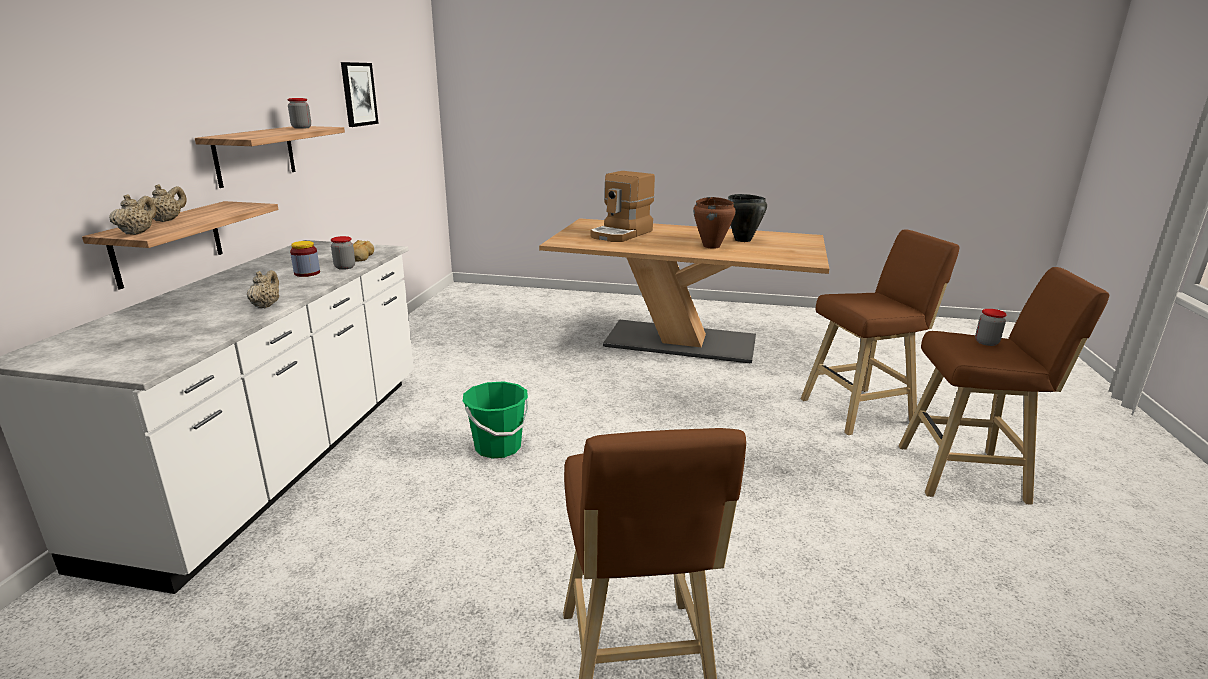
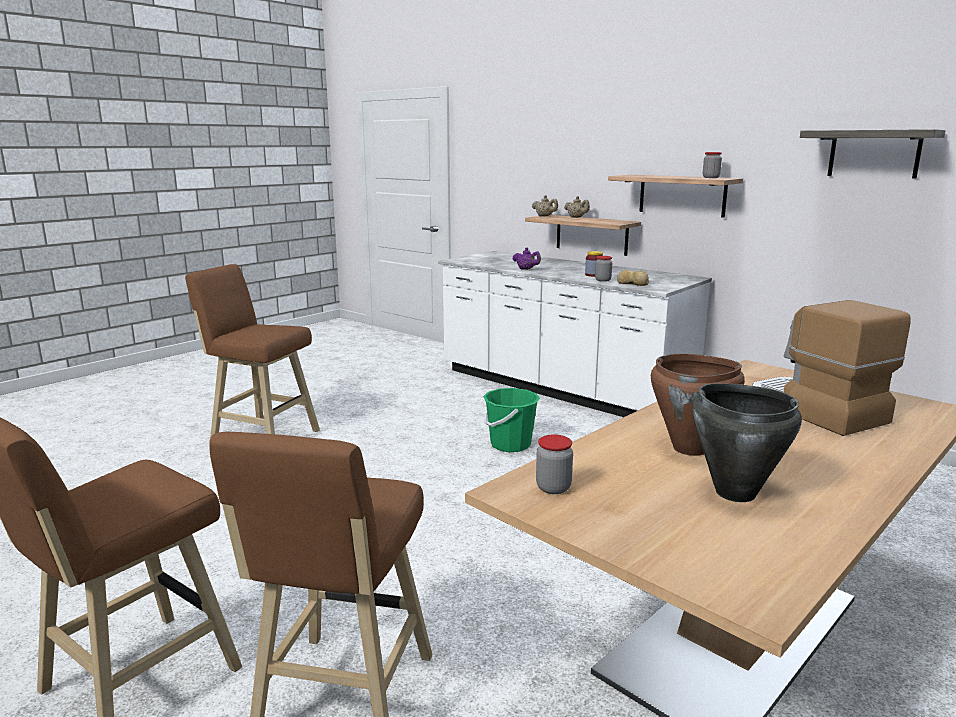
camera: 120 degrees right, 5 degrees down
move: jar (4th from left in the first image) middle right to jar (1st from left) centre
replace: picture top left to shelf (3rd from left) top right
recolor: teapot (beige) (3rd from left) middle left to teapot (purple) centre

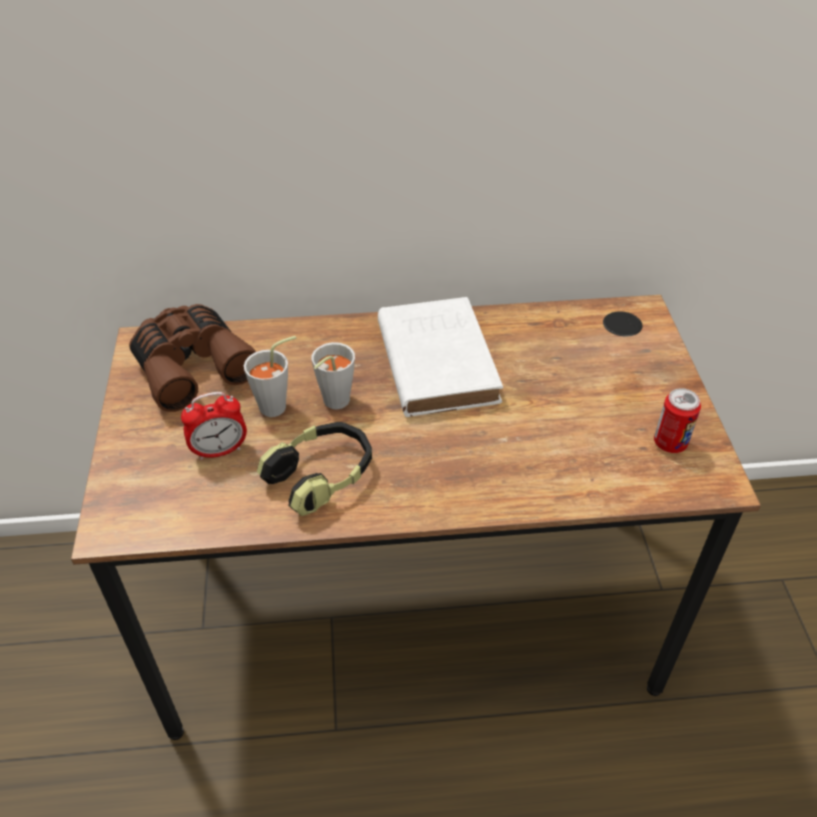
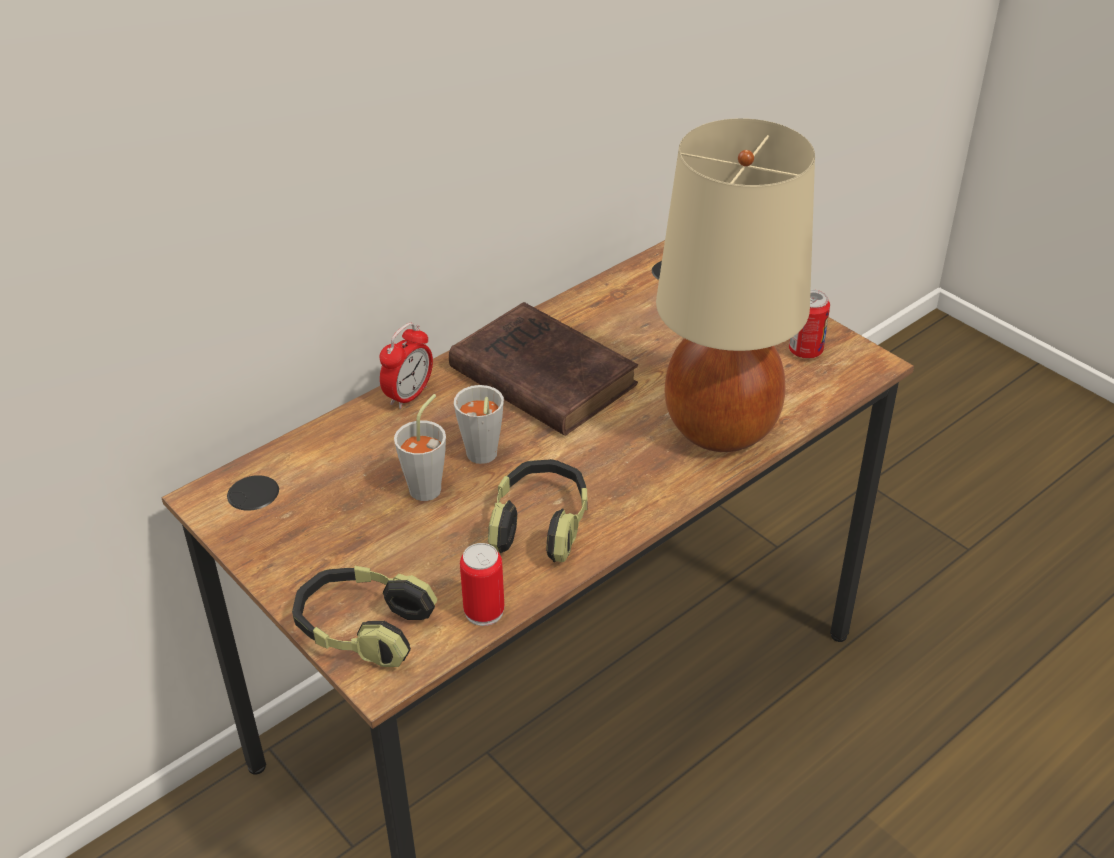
camera: 35 degrees left, 5 degrees down
delete: binoculars (brown) middle left
insert: headphones (1st from left) bottom left; can (1st from left) bottom centre; table lamp (beige) top centre
move: alarm clock middle left to centre
recolor: book (white) centre to book (brown) centre

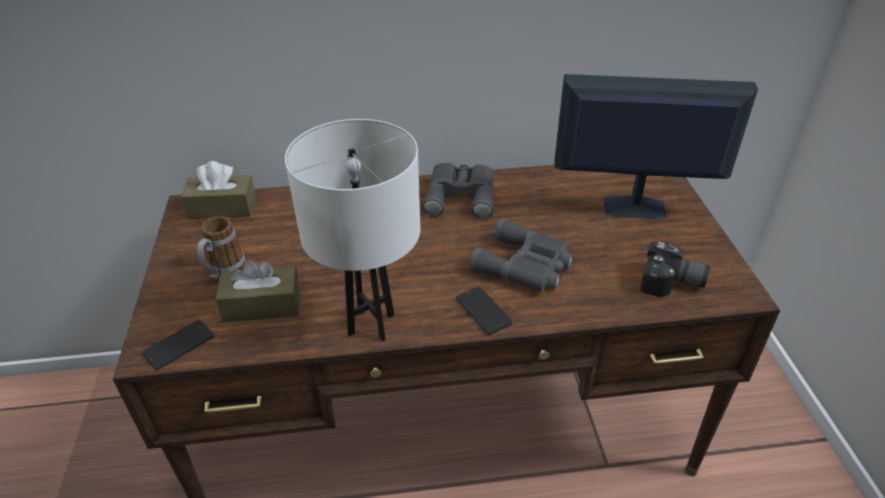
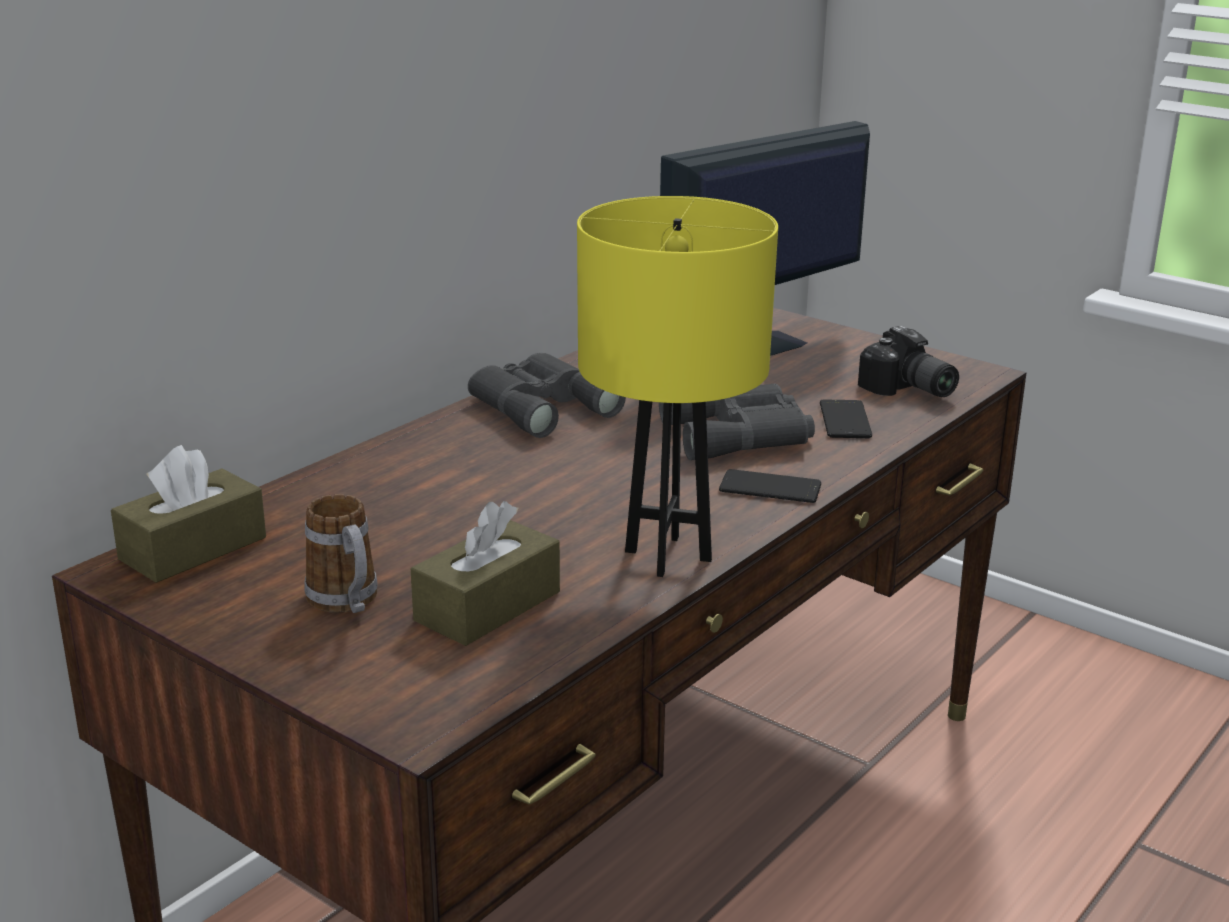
camera: 45 degrees left, 15 degrees down
move: phone (1st from left in the first image) bottom left to phone (2nd from left) middle right
recolor: table lamp (white) centre to table lamp (yellow) centre
rotate: photo camera middle right = middle right 75 degrees clockwise

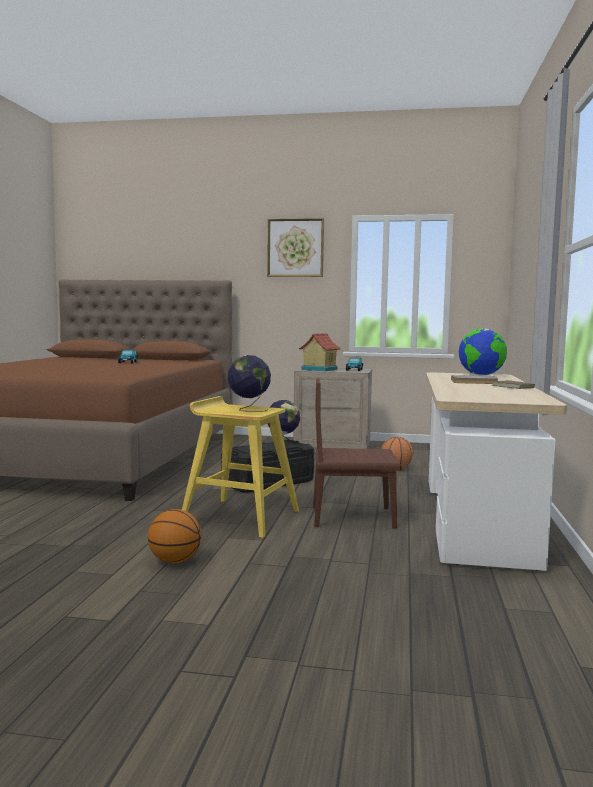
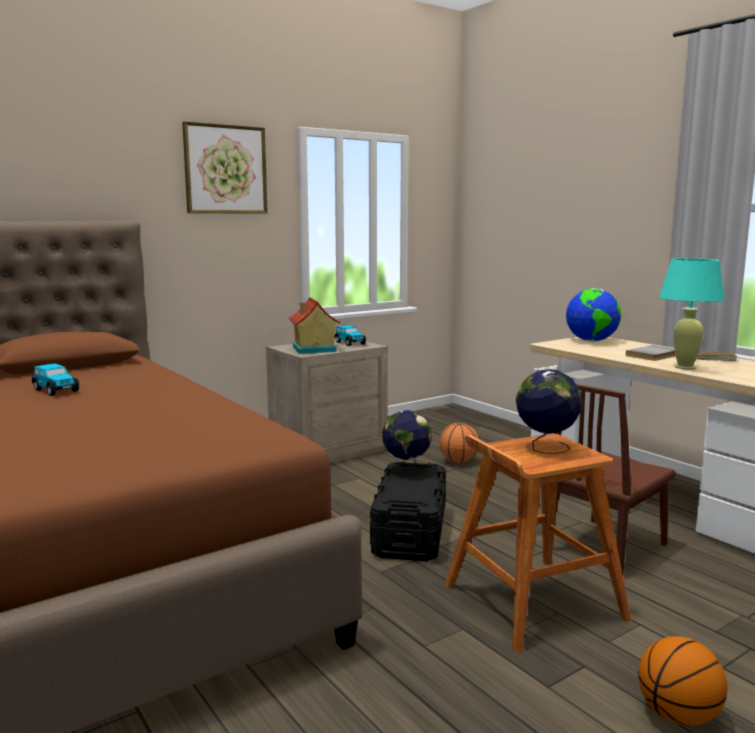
camera: 45 degrees left, 5 degrees up
insert: table lamp (turquoise) middle right
recolor: stool (yellow) centre to stool (brown) bottom right

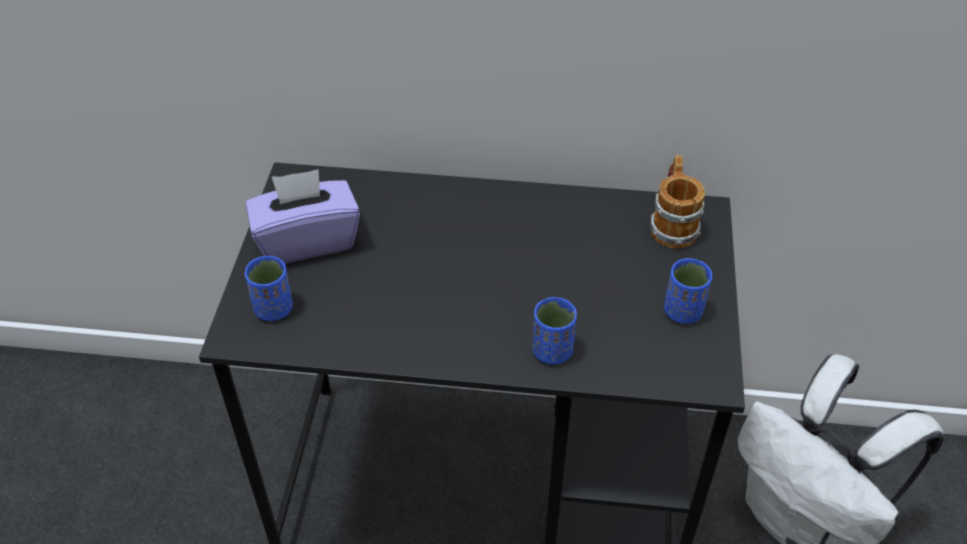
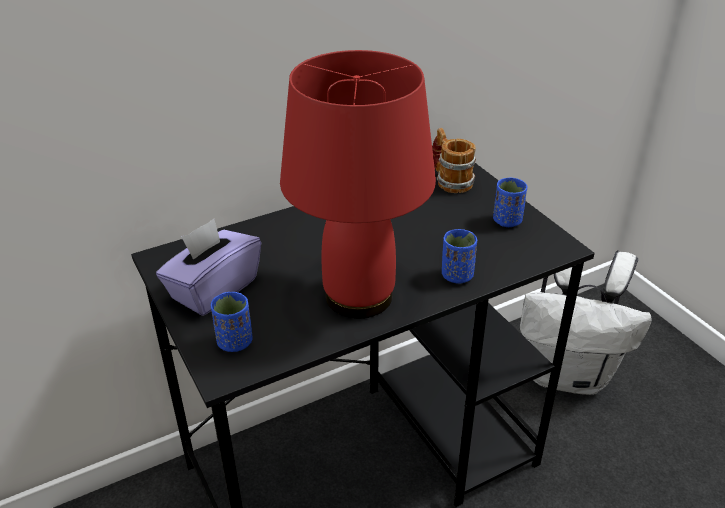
camera: 35 degrees left, 10 degrees down
insert: table lamp (red) centre

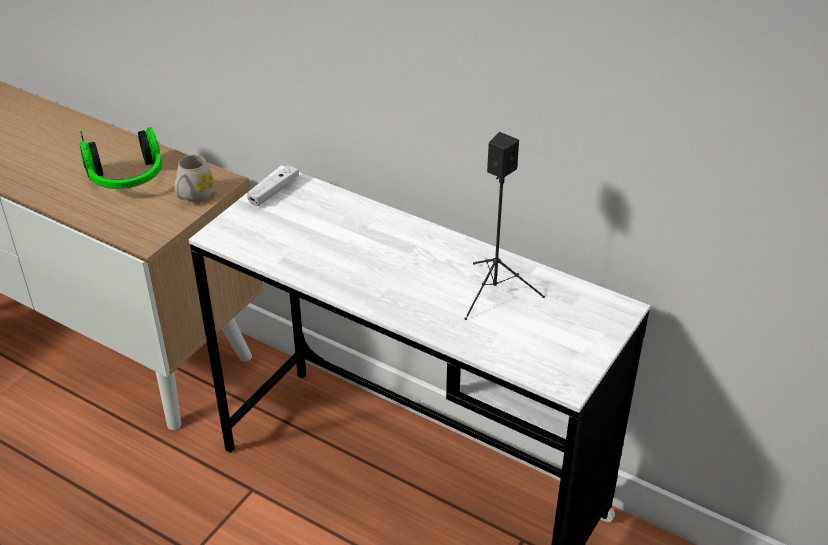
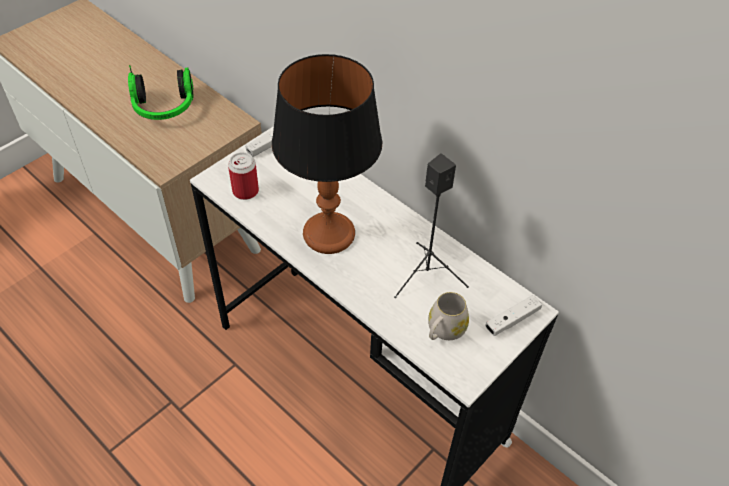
camera: 10 degrees right, 10 degrees up
insert: can centre; table lamp top centre; game controller (white) (2nd from left) middle right
move: mug (white) top left to centre

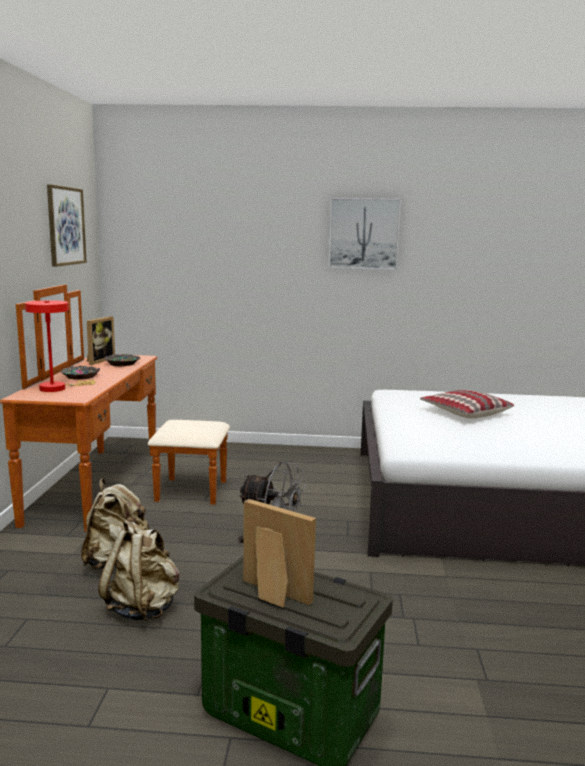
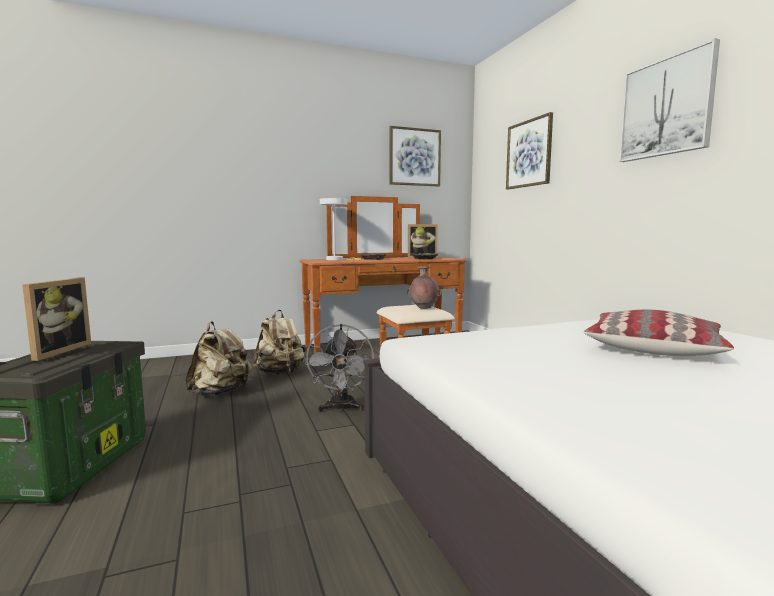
camera: 65 degrees right, 5 degrees down
insert: vase (brown) centre; picture (2nd from left) top right
recolor: table lamp (red) middle left to table lamp (white) centre

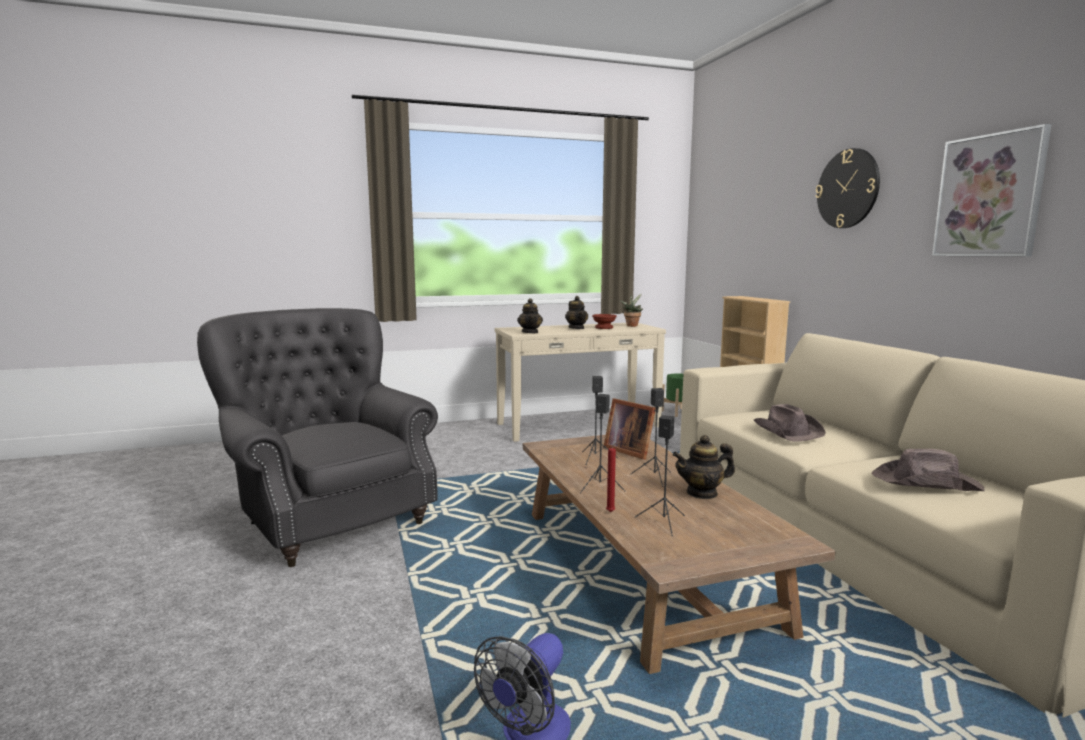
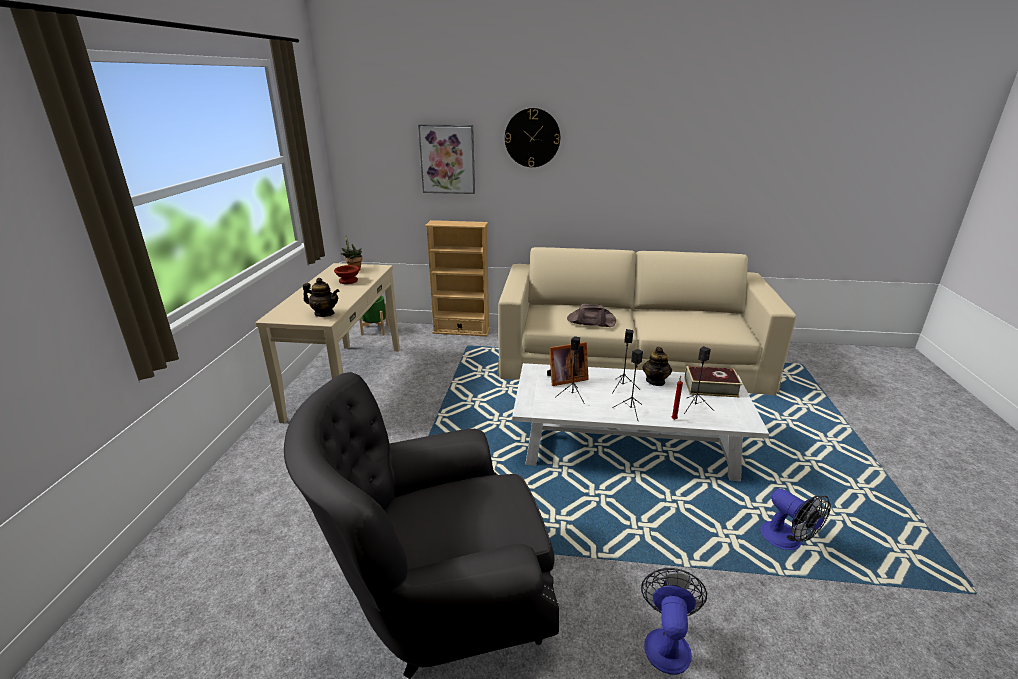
camera: 65 degrees left, 15 degrees up
delete: teapot (2nd from left) centre; hat (brown) (2nd from left) middle right
insert: fan (1st from left) bottom centre; book middle right
move: picture top right to top centre
recolor: coffee table (brown) bottom centre to coffee table (white) centre

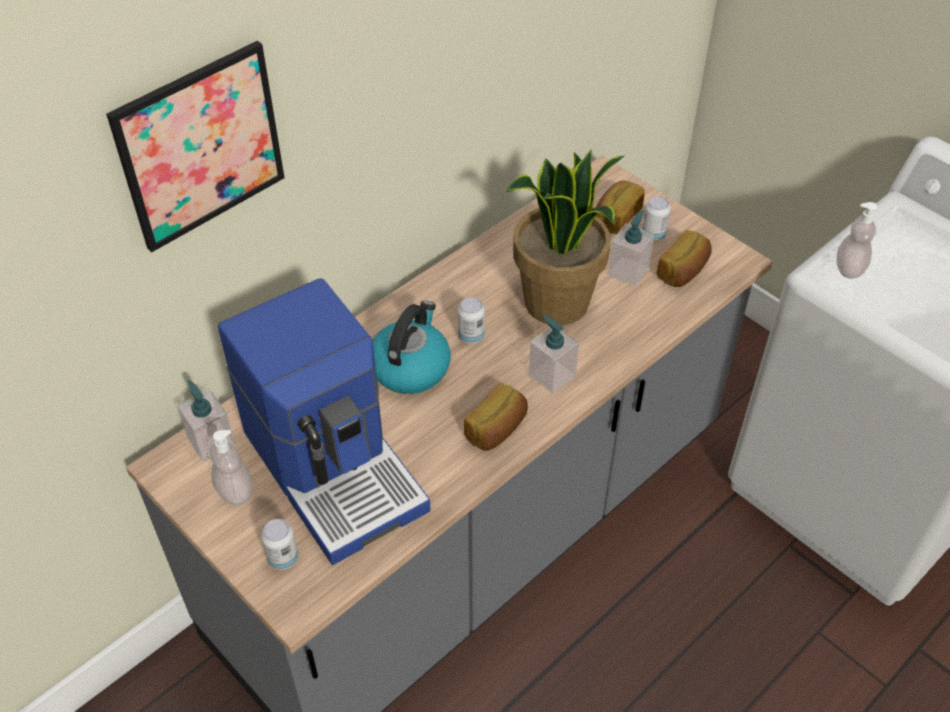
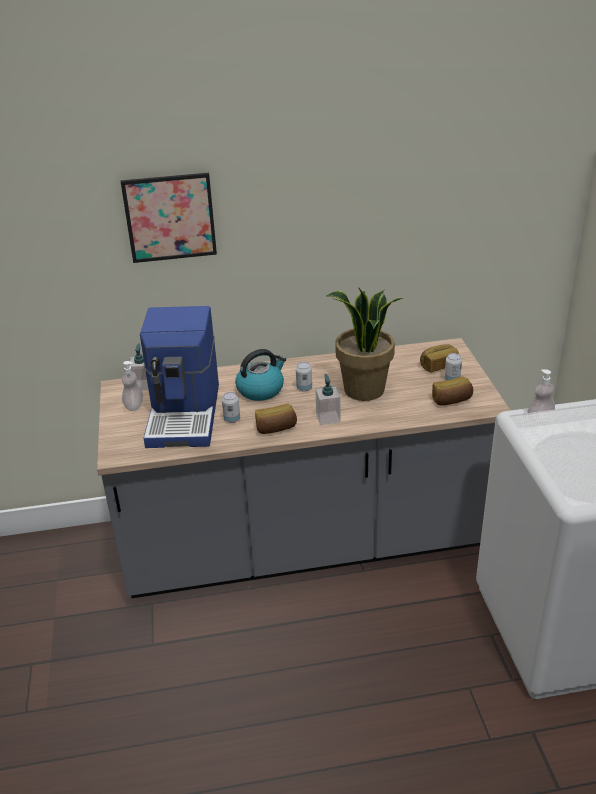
camera: 35 degrees right, 15 degrees down
delete: soap dispenser (4th from left) centre
move: can (1st from left) bottom left to centre

